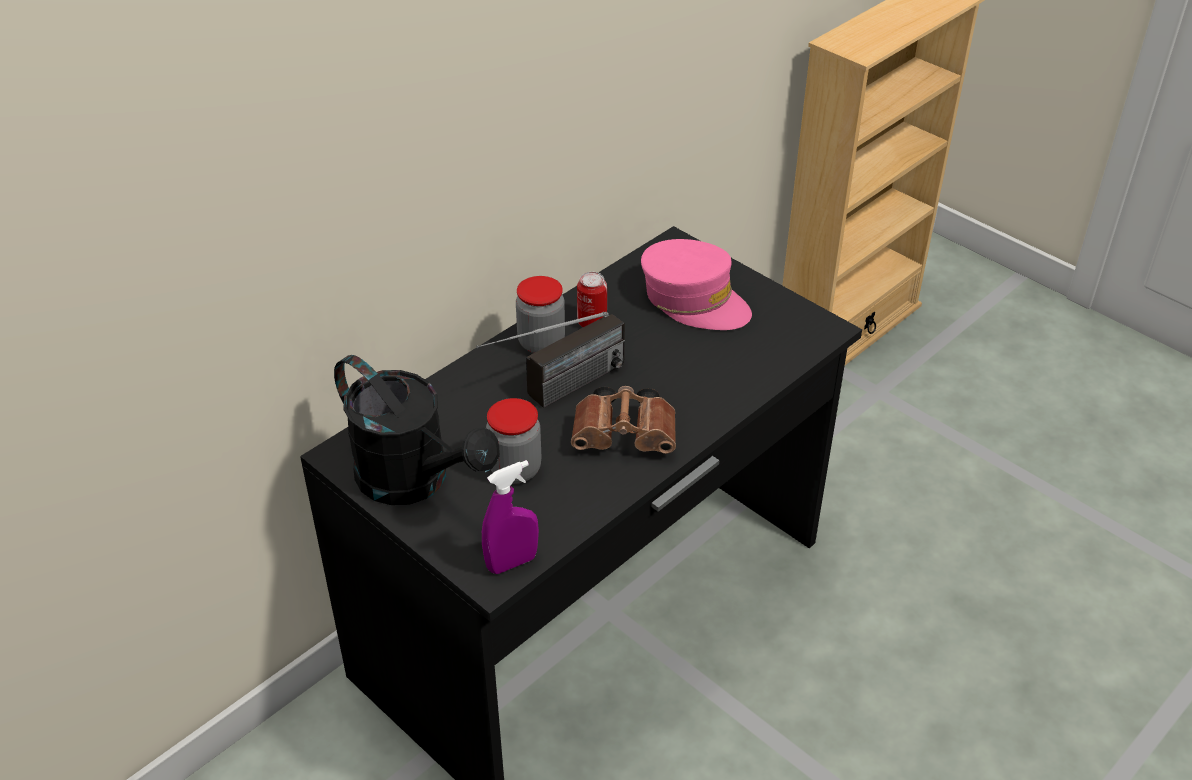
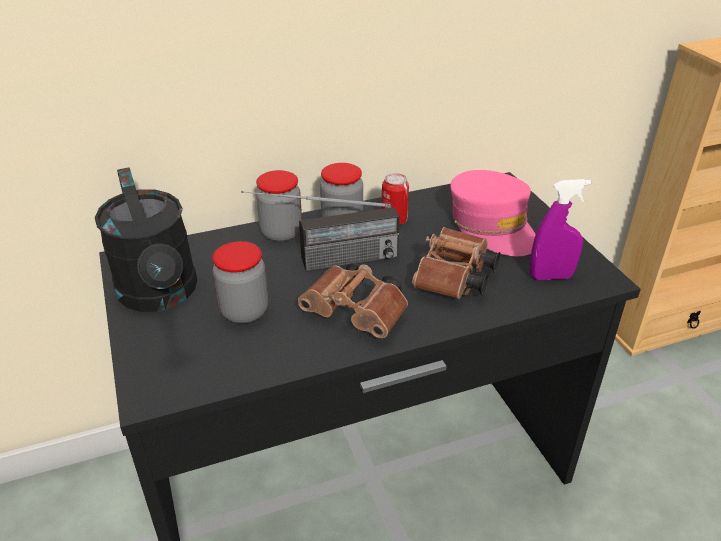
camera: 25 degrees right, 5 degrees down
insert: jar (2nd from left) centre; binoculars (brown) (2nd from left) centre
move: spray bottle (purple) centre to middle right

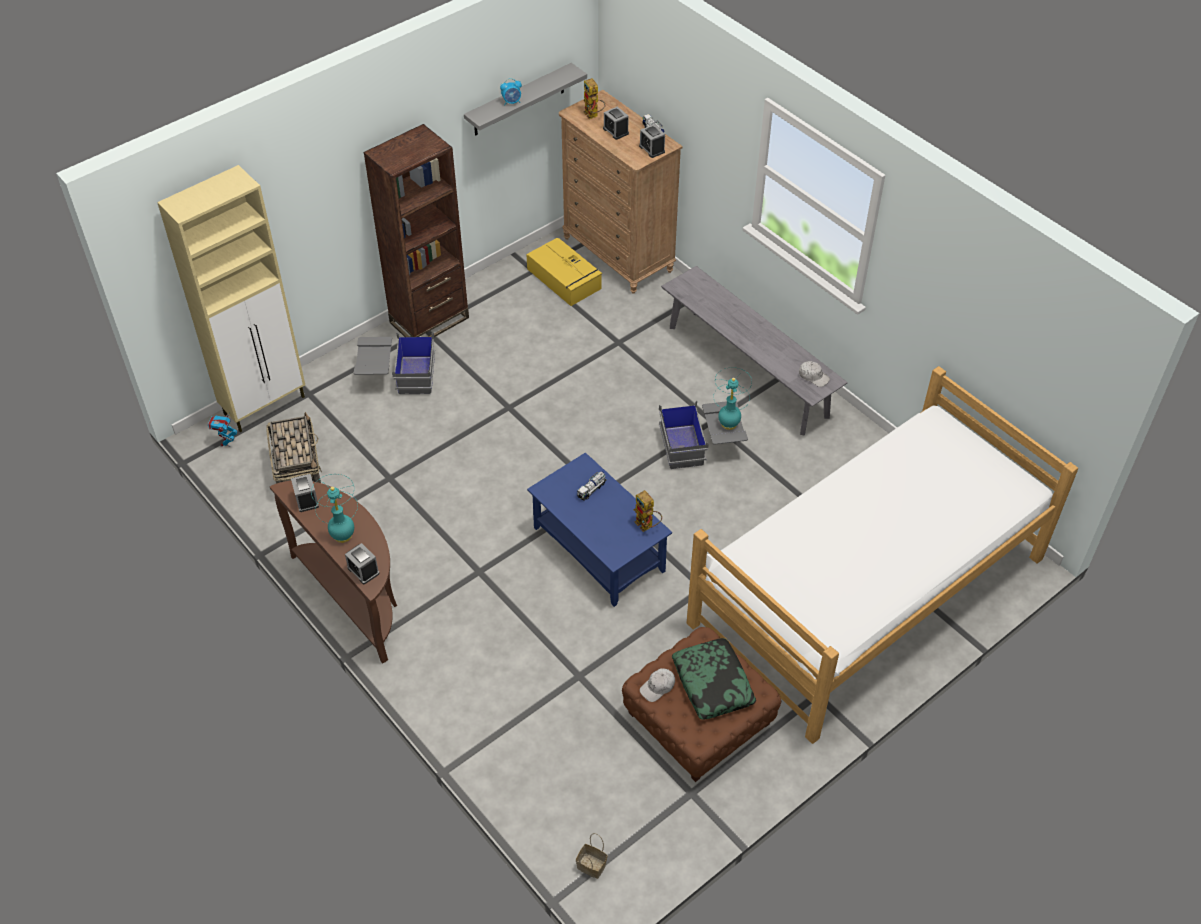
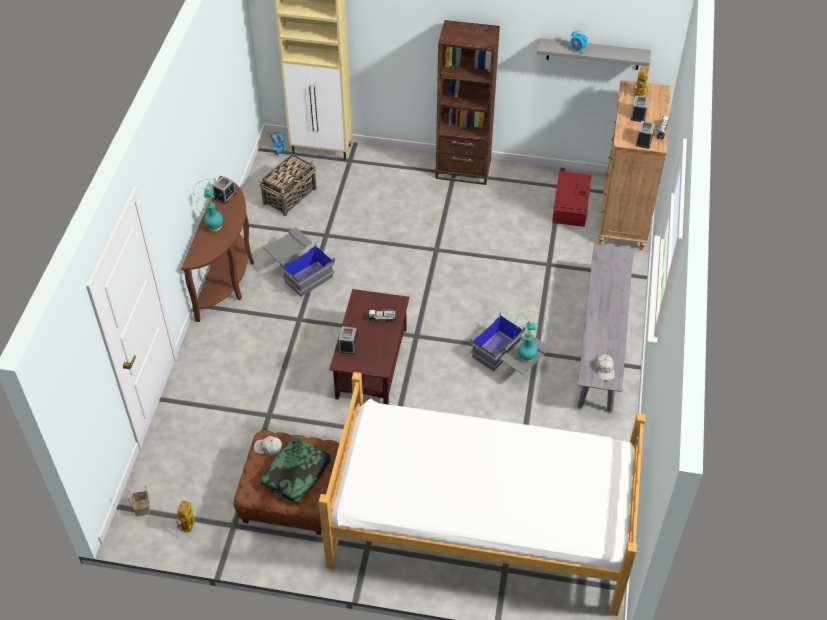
camera: 50 degrees right, 0 degrees up
move: alarm clock (2nd from left) middle left to centre; storage box (grey) (1st from left) middle left to centre; toy robot (3rd from left in the first image) centre to toy robot (1st from left) bottom left
recolor: storage box (yellow) top centre to storage box (red) top right; coffee table (blue) centre to coffee table (brown) centre

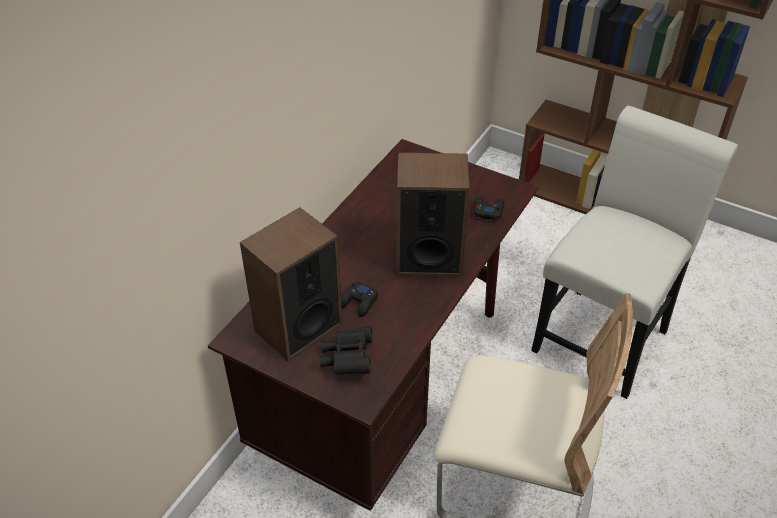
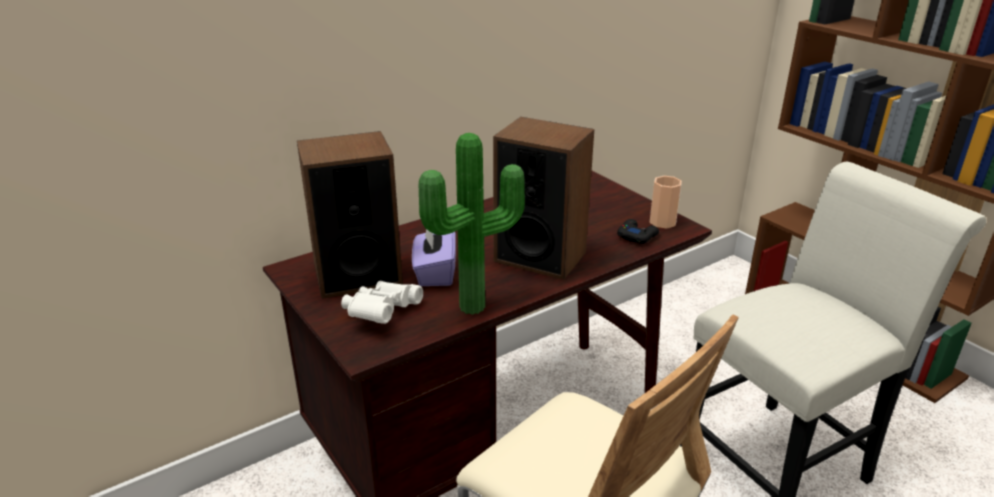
camera: 25 degrees right, 15 degrees down
insert: potted plant centre; cup middle right
replace: game controller (black) (1st from left) centre to tissue box (purple) centre
recolor: binoculars (black) bottom centre to binoculars (white) centre

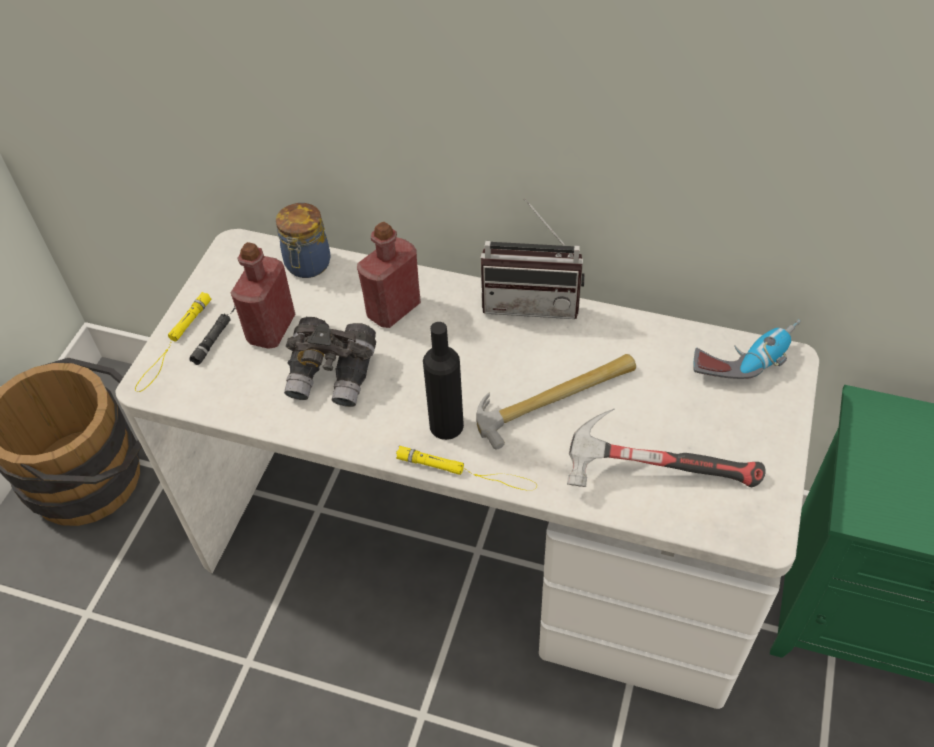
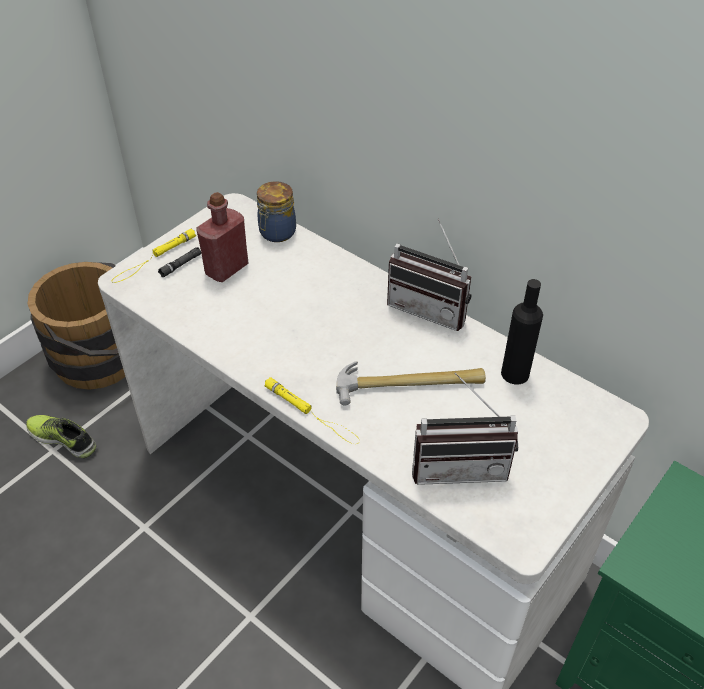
camera: 20 degrees right, 5 degrees down
delete: binoculars (grey) centre; bottle (red) (2nd from left) centre; power drill middle right
insert: shoe middle left
move: bottle (black) centre to middle right
replace: hammer (2nd from left) middle right to radio (2nd from left) centre

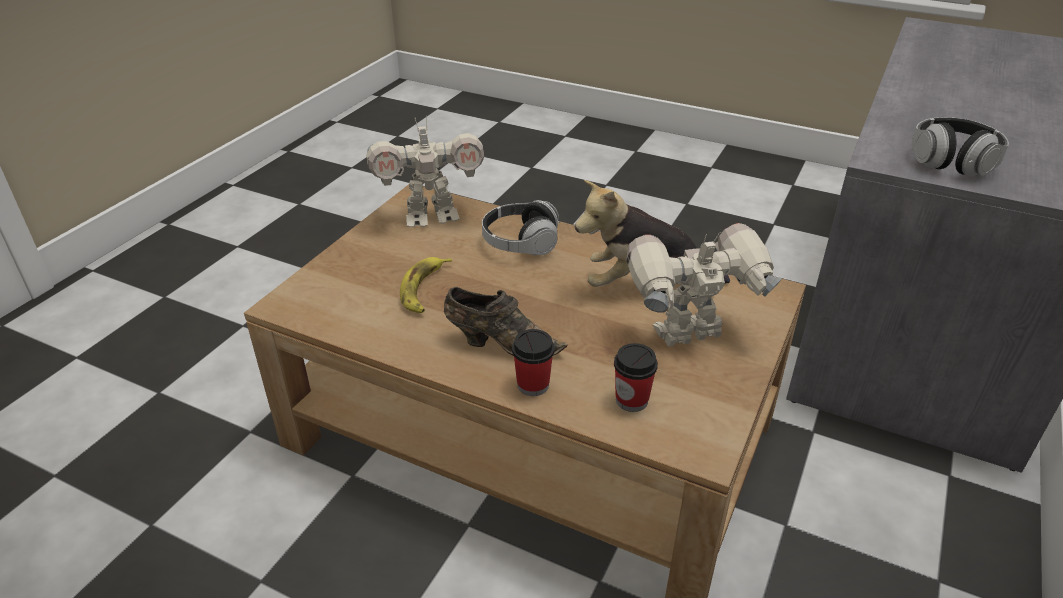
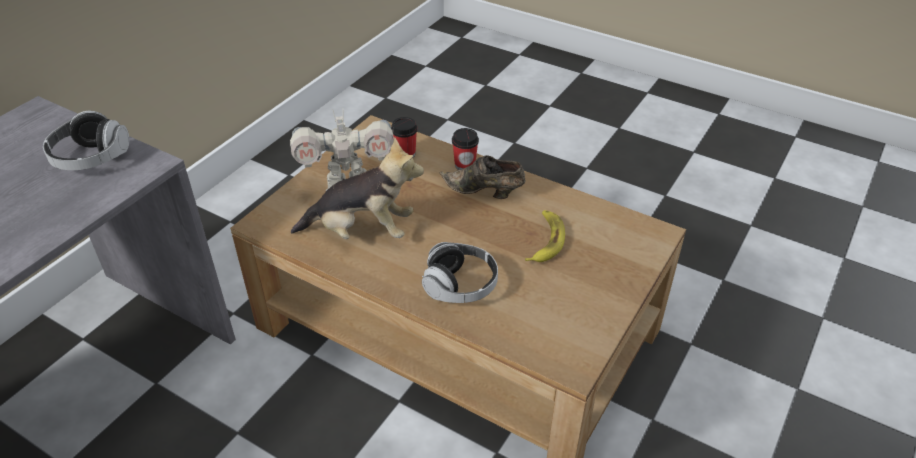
camera: 175 degrees left, 5 degrees up
delete: toy robot (1st from left) top centre

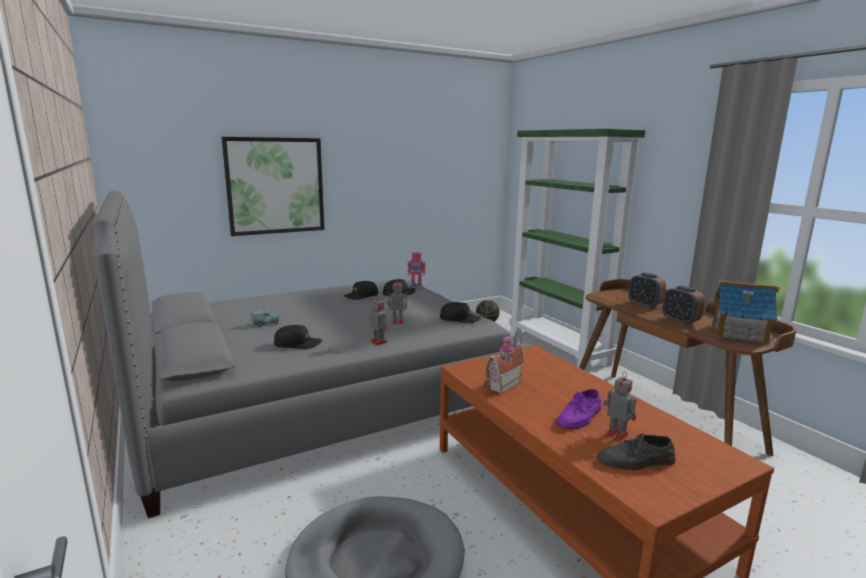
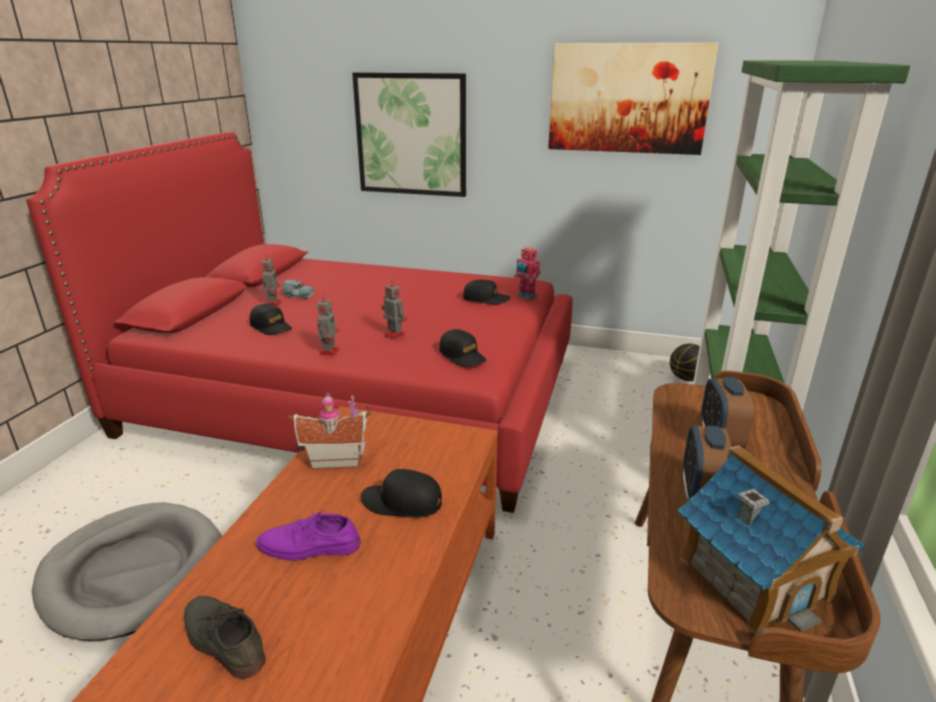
camera: 45 degrees right, 10 degrees up
insert: picture (2nd from left) top right
move: cap (black) (2nd from left) centre to bottom centre; toy robot (4th from left in the first image) bottom right to toy robot (1st from left) middle left
recolor: bed (grey) centre to bed (red) middle left

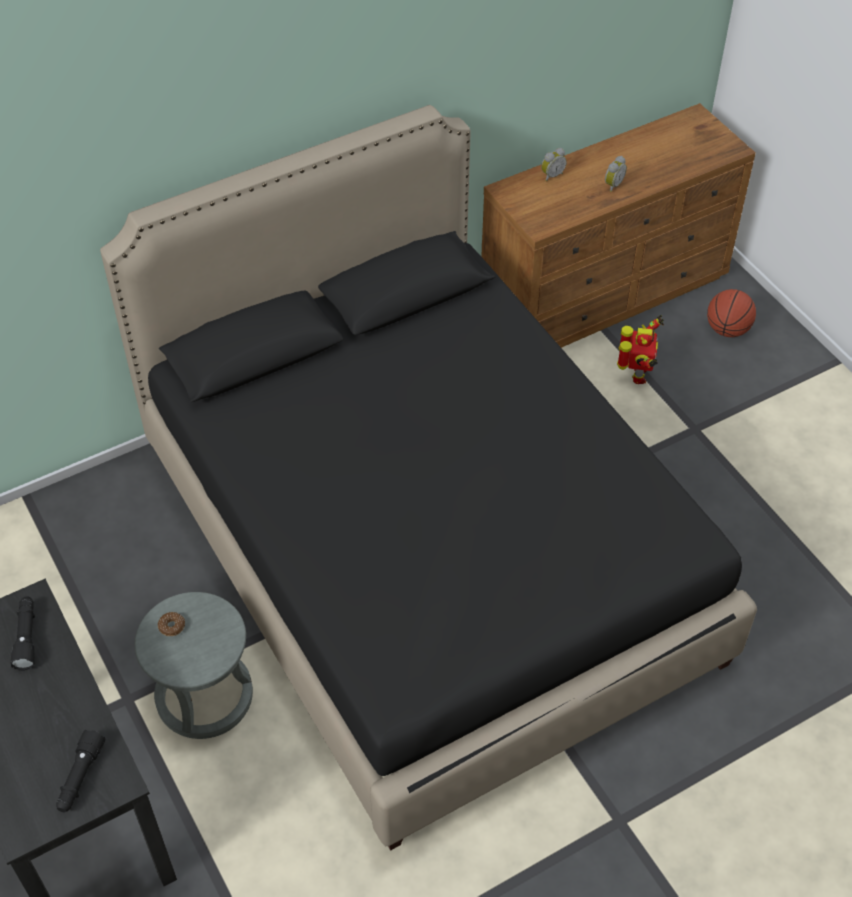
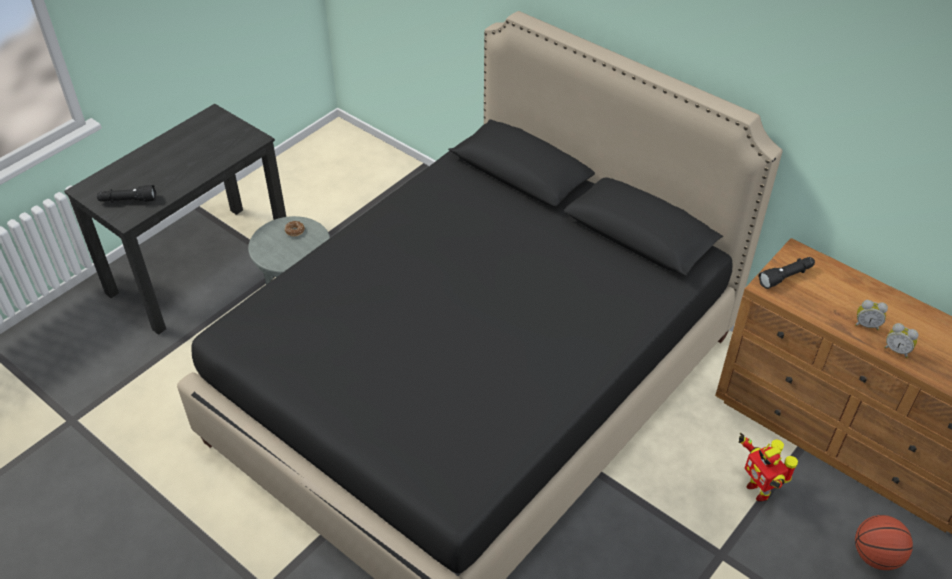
camera: 70 degrees right, 5 degrees down
move: flashlight (black) (1st from left in the first image) bottom left to flashlight (black) (2nd from left) middle right; alarm clock (1st from left in the first image) top centre to alarm clock (2nd from left) middle right
rotate: toy robot middle right = bottom right 75 degrees clockwise

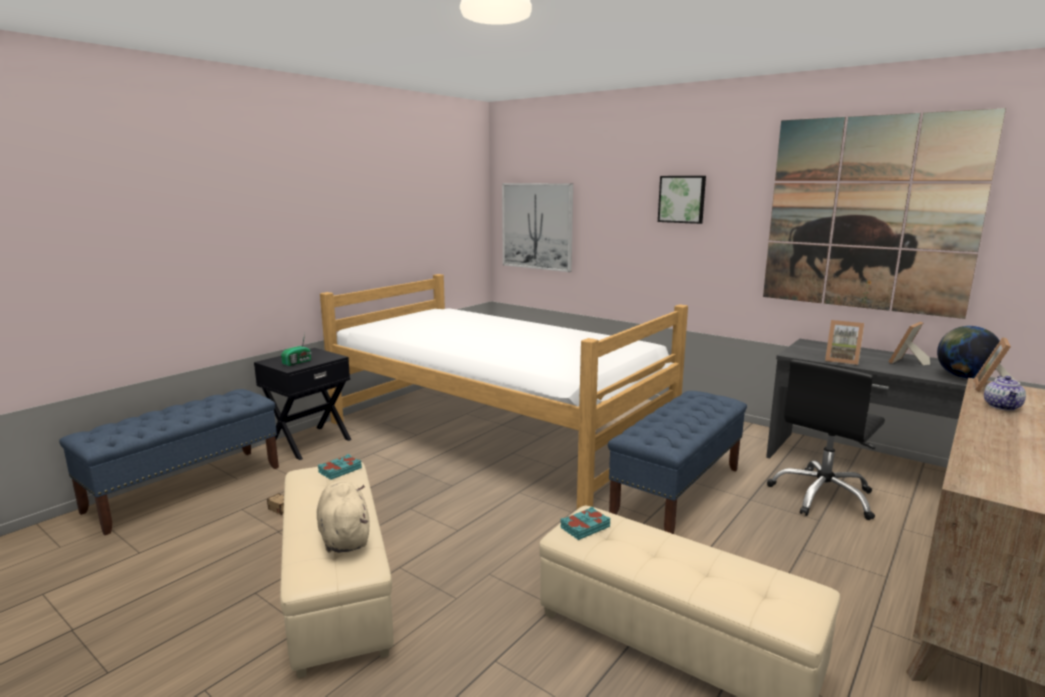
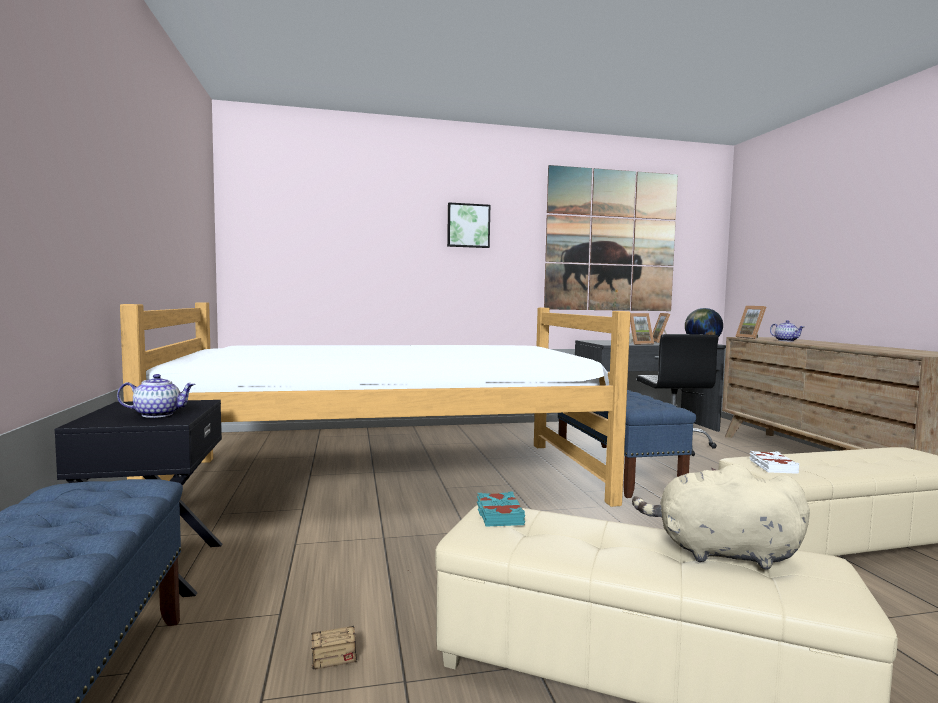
camera: 50 degrees left, 10 degrees down
delete: picture (1st from left) top centre
replace: radio middle left to teapot (1st from left) middle left
recolor: book (turquoise) (2nd from left) bottom centre to book (white) middle right

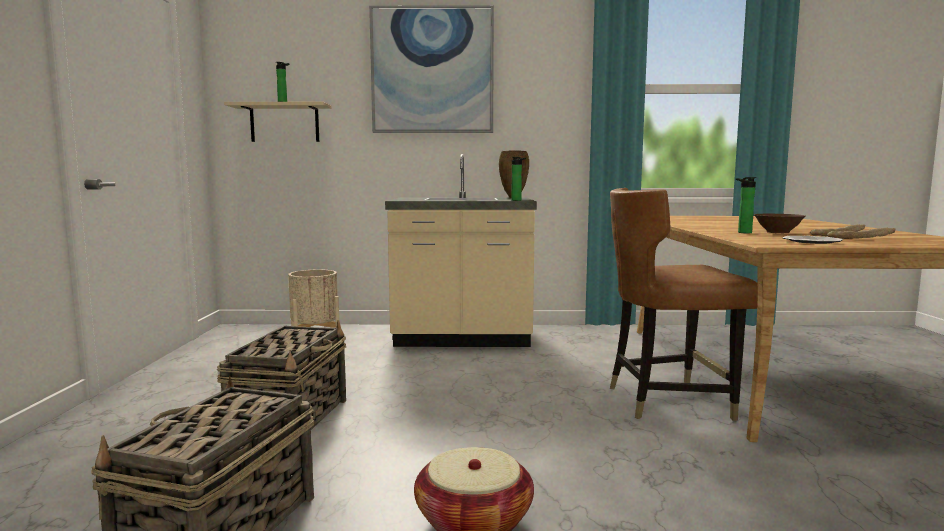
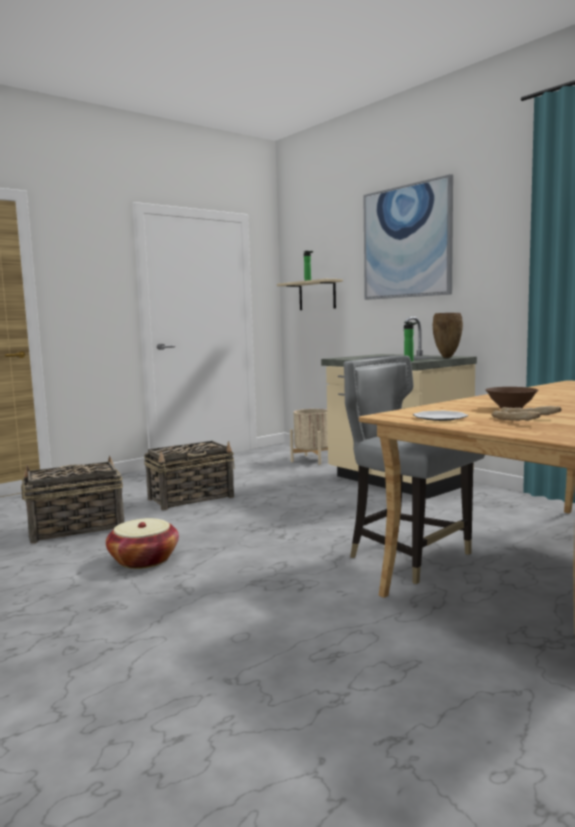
camera: 50 degrees right, 0 degrees up
delete: bottle (3rd from left) middle right
recolor: chair (brown) middle right to chair (grey) middle right

